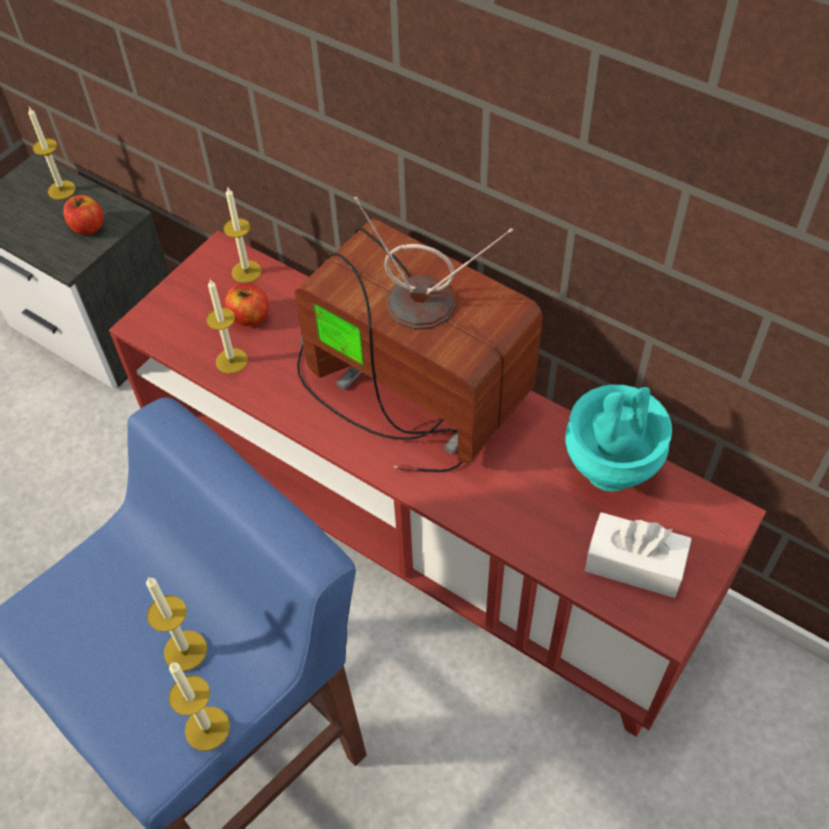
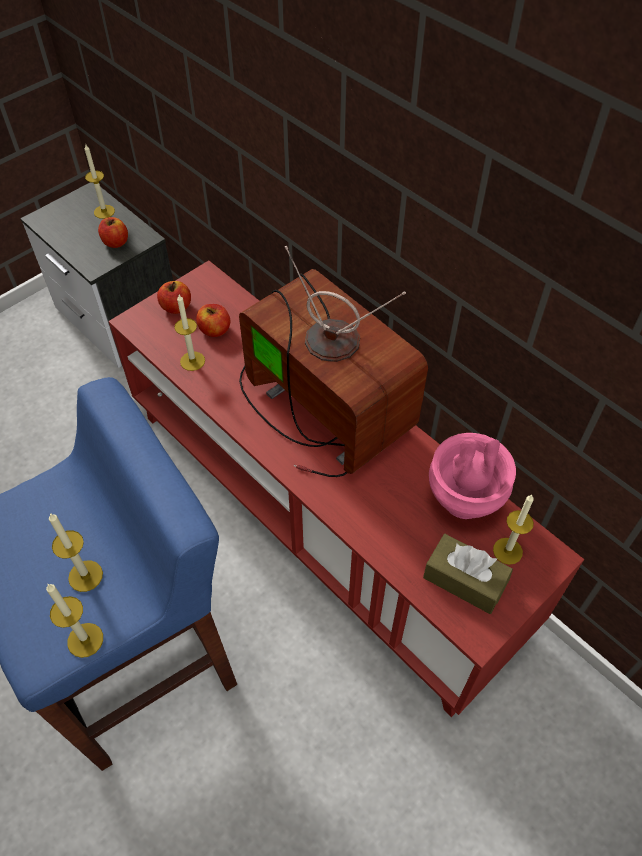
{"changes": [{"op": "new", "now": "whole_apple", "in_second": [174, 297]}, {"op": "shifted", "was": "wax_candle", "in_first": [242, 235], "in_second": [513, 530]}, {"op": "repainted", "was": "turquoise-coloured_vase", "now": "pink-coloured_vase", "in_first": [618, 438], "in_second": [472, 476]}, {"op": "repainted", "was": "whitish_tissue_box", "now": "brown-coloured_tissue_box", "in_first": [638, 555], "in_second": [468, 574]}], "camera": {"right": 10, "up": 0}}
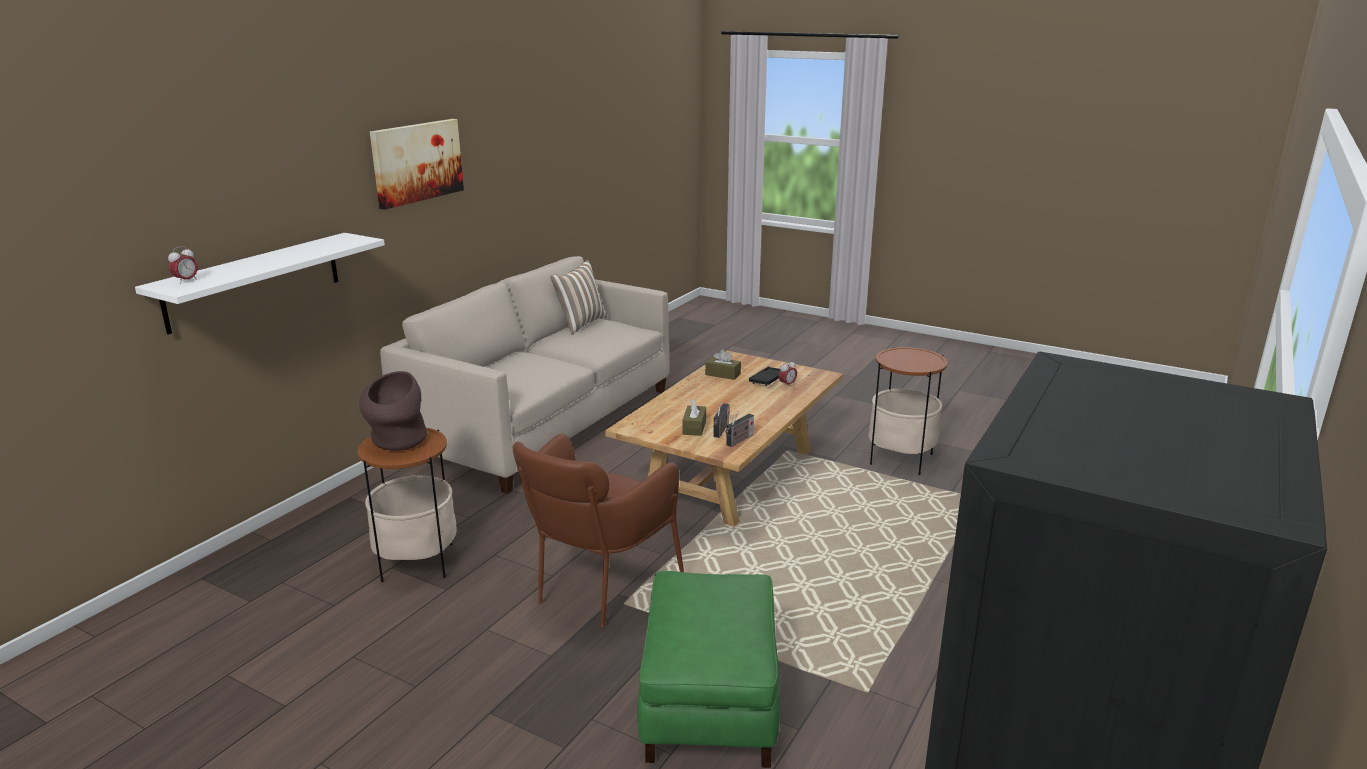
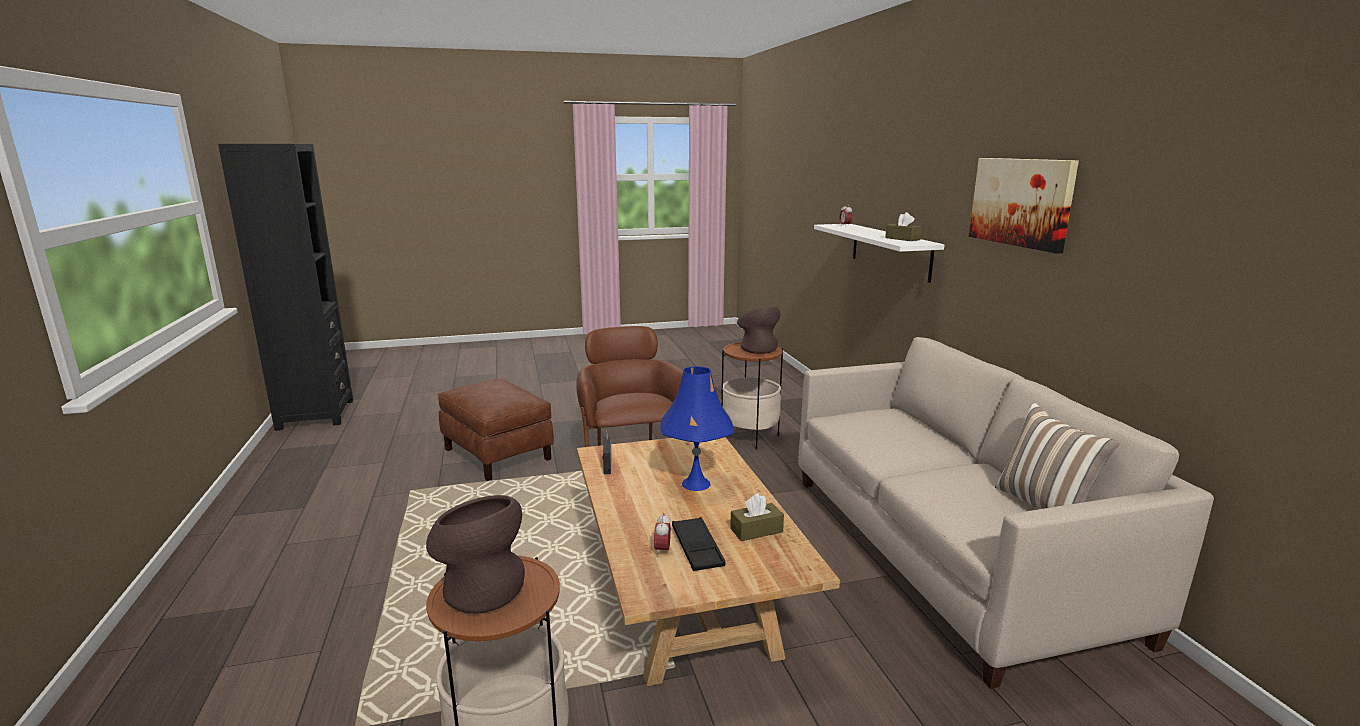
{"changes": [{"op": "gone", "was": "radio", "in_first": [721, 420]}, {"op": "new", "now": "brown-coloured_vase", "in_second": [475, 554]}, {"op": "new", "now": "blue_table_lamp", "in_second": [697, 428]}, {"op": "shifted", "was": "brown-coloured_tissue_box", "in_first": [694, 417], "in_second": [903, 226]}, {"op": "repainted", "was": "green_pouffe", "now": "brown-coloured_pouffe", "in_first": [708, 669], "in_second": [496, 429]}], "camera": {"right": 135, "up": -5}}
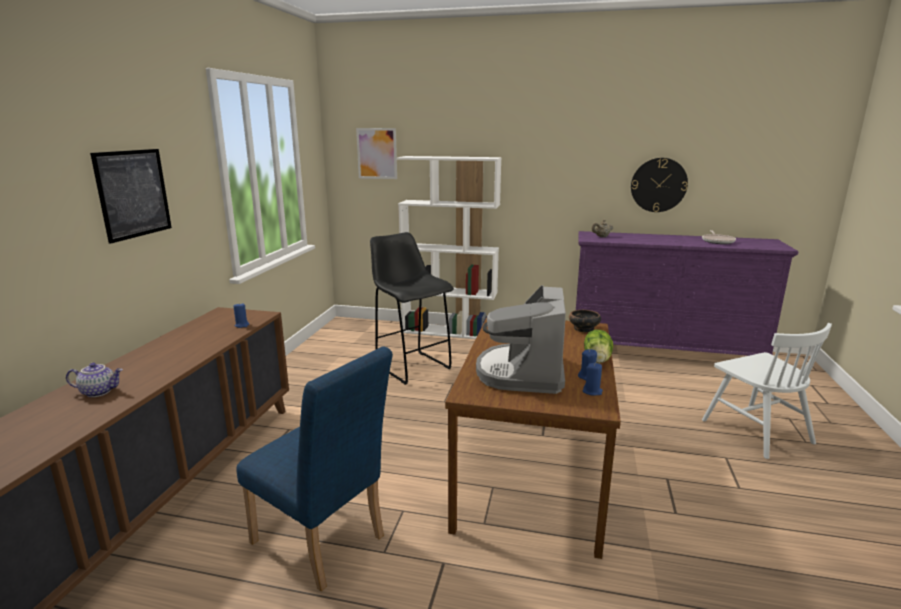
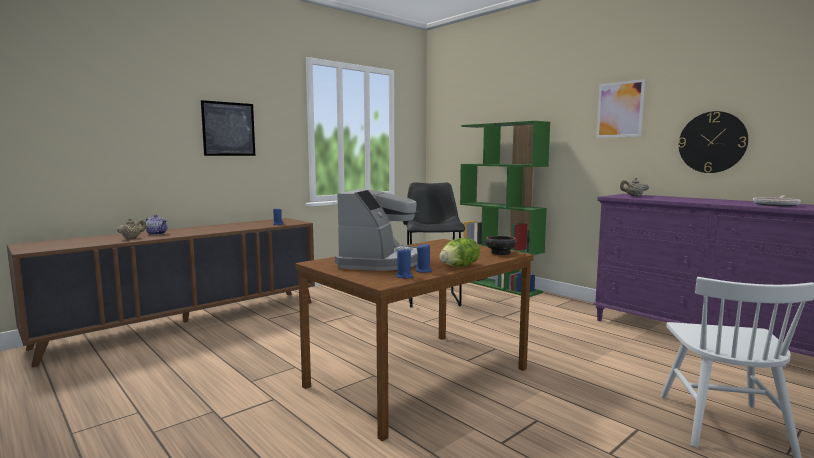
{"changes": [{"op": "gone", "was": "blue_upright_chair", "in_first": [314, 468]}, {"op": "new", "now": "beige-coloured_tea_pot", "in_second": [131, 228]}, {"op": "shifted", "was": "wall_picture", "in_first": [376, 153], "in_second": [620, 108]}, {"op": "repainted", "was": "whitish_shelving_unit", "now": "green_shelving_unit", "in_first": [449, 247], "in_second": [505, 209]}, {"op": "rotated", "was": "coffee_brewer", "in_first": [521, 339], "in_second": [377, 229], "clockwise": 150}], "camera": {"right": 35, "up": -10}}
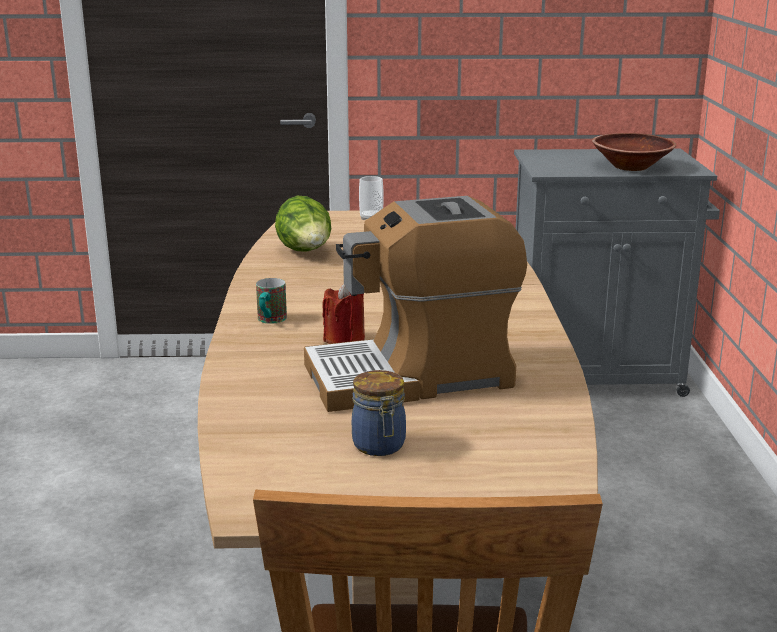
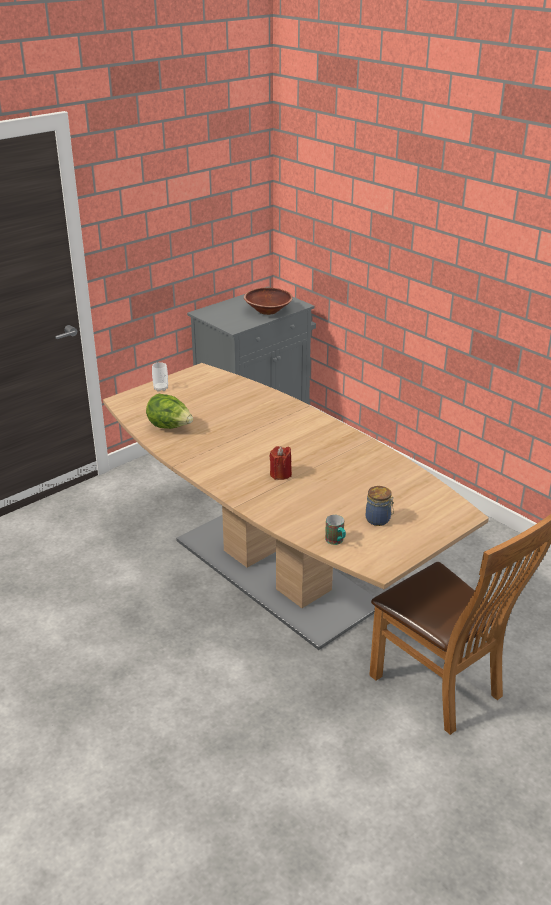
{"changes": [{"op": "gone", "was": "coffee_brewer", "in_first": [415, 304]}, {"op": "shifted", "was": "coffee_mug", "in_first": [271, 301], "in_second": [335, 530]}], "camera": {"right": -40, "up": 10}}
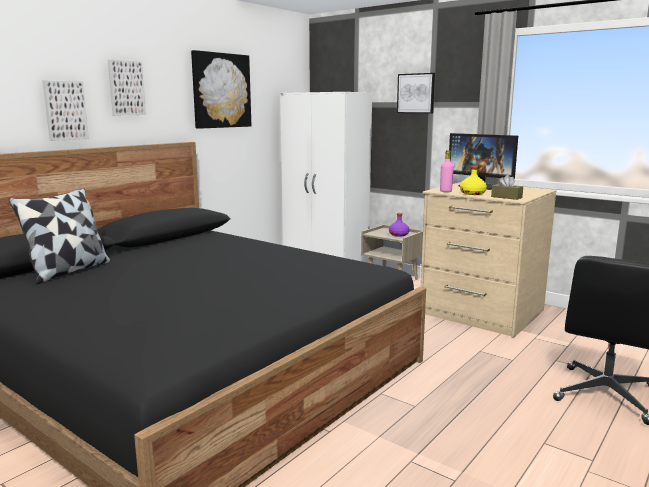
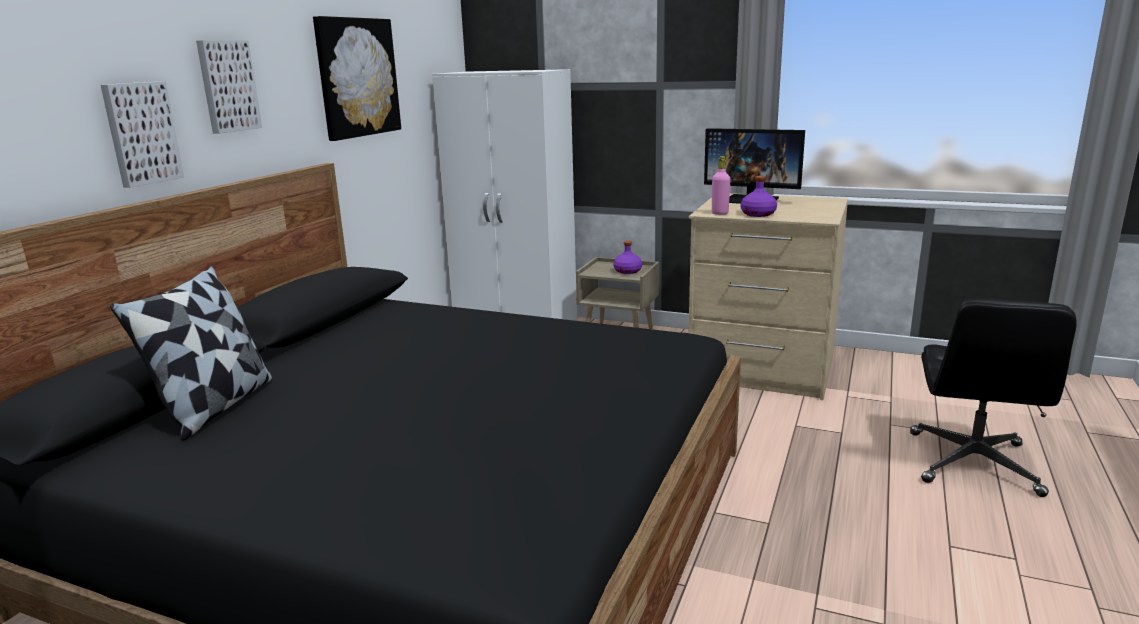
{"changes": [{"op": "gone", "was": "wall_picture", "in_first": [416, 93]}, {"op": "gone", "was": "brown-coloured_tissue_box", "in_first": [507, 187]}, {"op": "repainted", "was": "yellowish_drink_bottle", "now": "purple_drink_bottle", "in_first": [473, 180], "in_second": [759, 196]}], "camera": {"right": -15, "up": 5}}
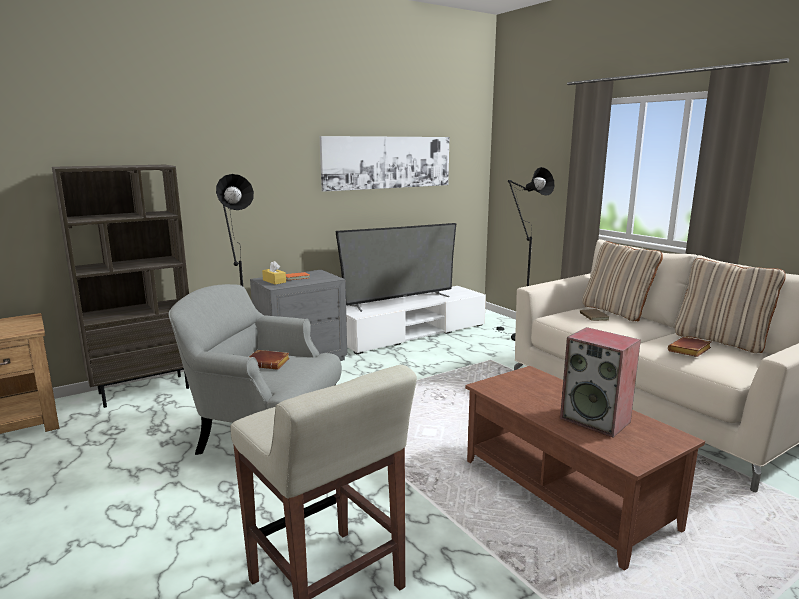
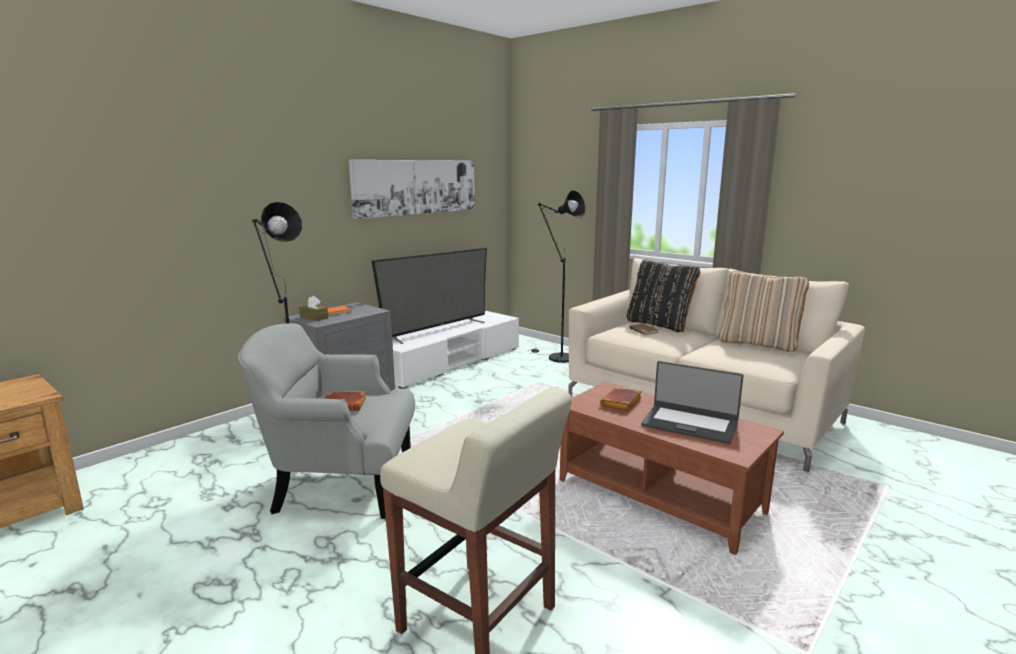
{"changes": [{"op": "gone", "was": "brown-coloured_shelving_unit", "in_first": [120, 286]}, {"op": "shifted", "was": "brown-coloured_volume", "in_first": [690, 347], "in_second": [621, 399]}, {"op": "swapped", "was": "loudspeaker", "now": "notebook_computer", "in_first": [600, 382], "in_second": [692, 402]}, {"op": "repainted", "was": "yellowish_tissue_box", "now": "brown-coloured_tissue_box", "in_first": [274, 273], "in_second": [313, 308]}, {"op": "repainted", "was": "beige-coloured_pillow", "now": "black-coloured_pillow", "in_first": [622, 281], "in_second": [663, 295]}], "camera": {"right": -15, "up": 0}}
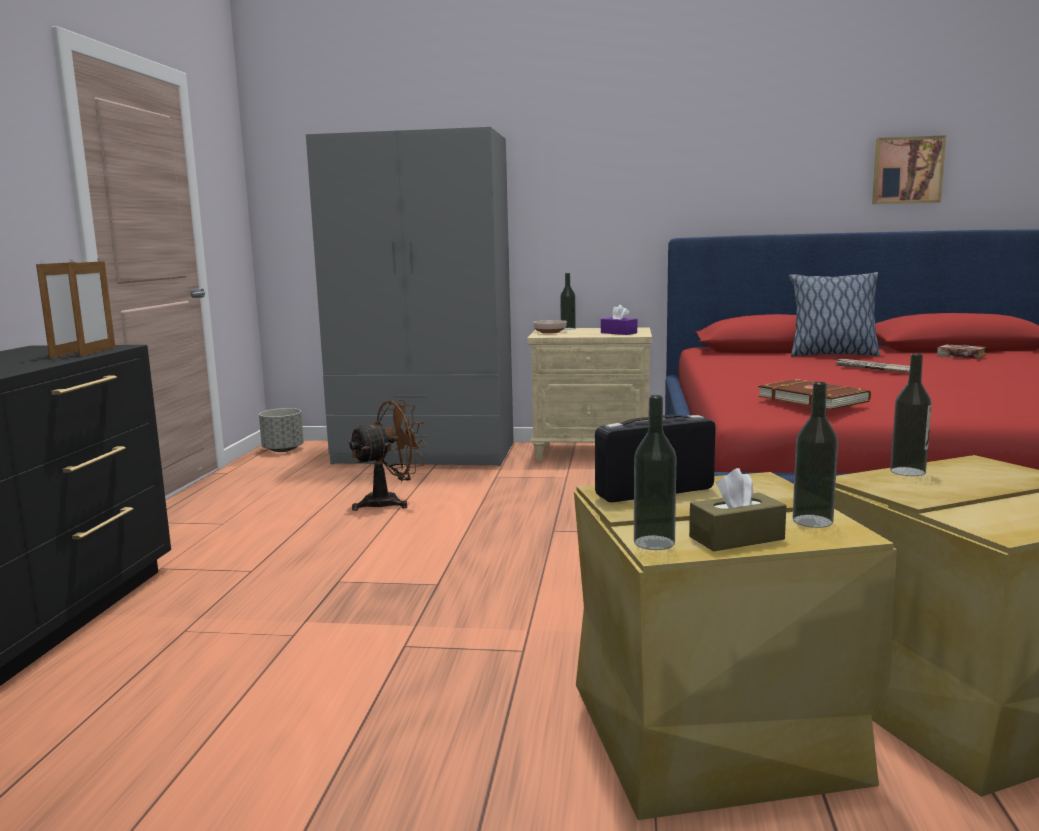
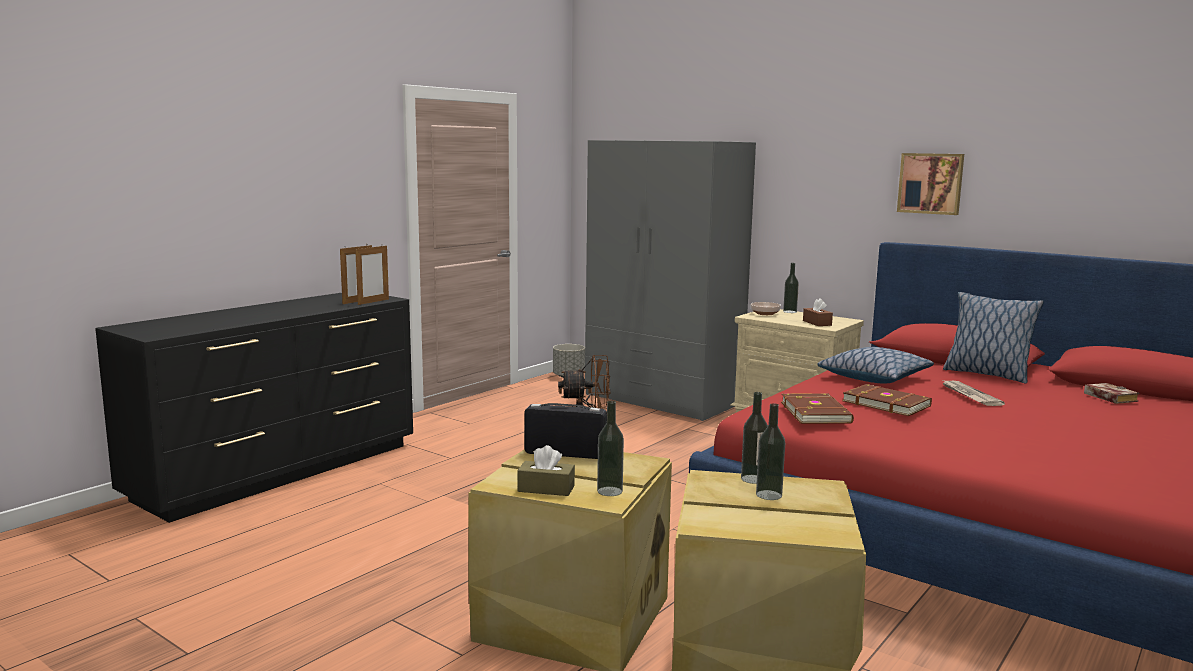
{"changes": [{"op": "new", "now": "pillow", "in_second": [875, 365]}, {"op": "new", "now": "brown-coloured_volume", "in_second": [887, 400]}, {"op": "shifted", "was": "drink_bottle", "in_first": [655, 472], "in_second": [770, 451]}, {"op": "shifted", "was": "wall_picture", "in_first": [909, 169], "in_second": [930, 184]}, {"op": "repainted", "was": "purple_tissue_box", "now": "brown-coloured_tissue_box", "in_first": [619, 320], "in_second": [818, 312]}], "camera": {"right": 30, "up": 0}}
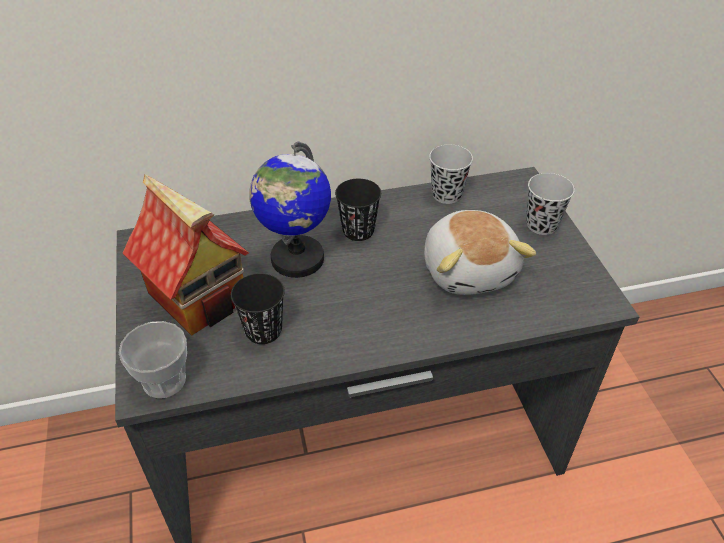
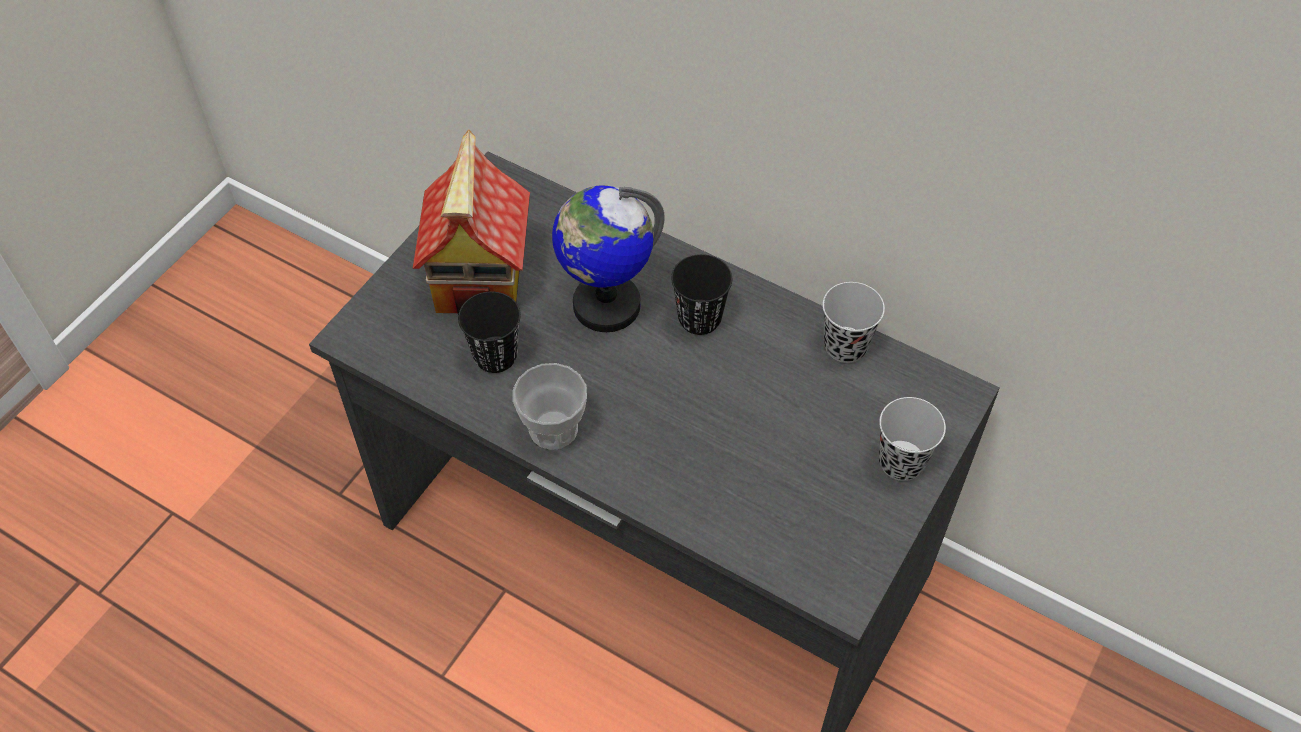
{"changes": [{"op": "gone", "was": "cuddly_toy", "in_first": [480, 252]}, {"op": "shifted", "was": "drinking_cup", "in_first": [152, 359], "in_second": [550, 406]}], "camera": {"right": 45, "up": 10}}
